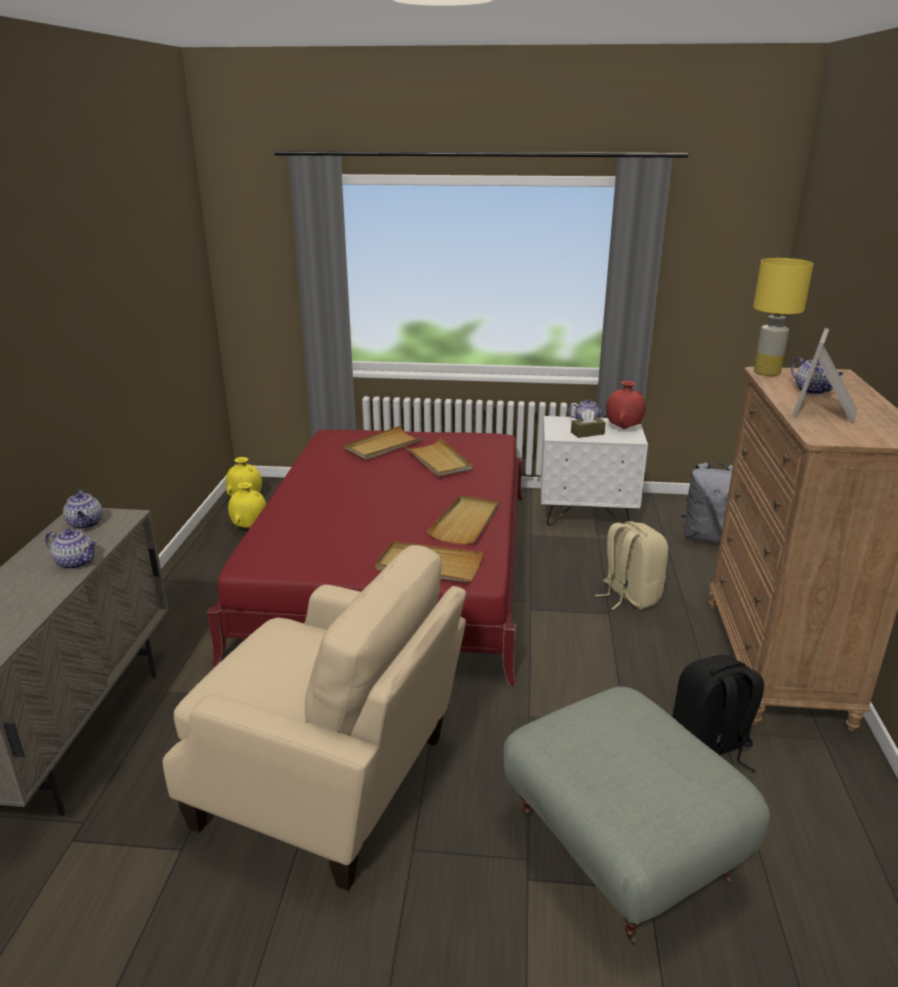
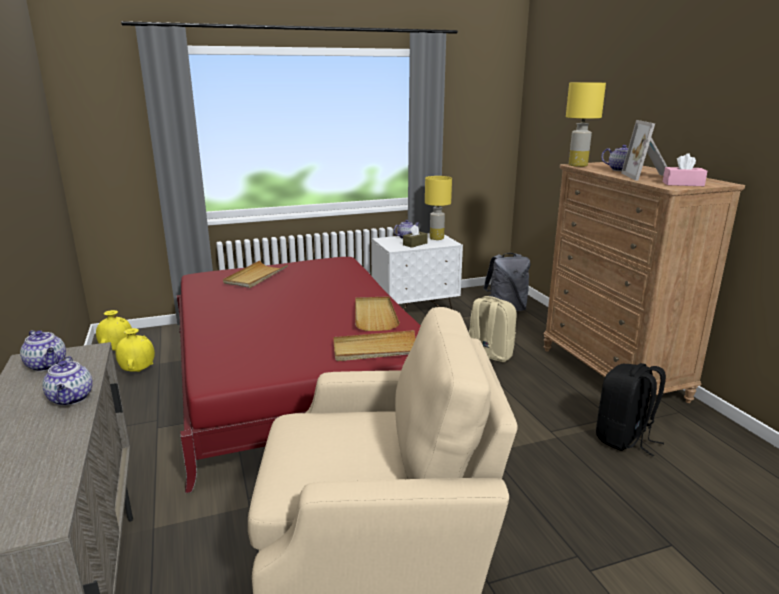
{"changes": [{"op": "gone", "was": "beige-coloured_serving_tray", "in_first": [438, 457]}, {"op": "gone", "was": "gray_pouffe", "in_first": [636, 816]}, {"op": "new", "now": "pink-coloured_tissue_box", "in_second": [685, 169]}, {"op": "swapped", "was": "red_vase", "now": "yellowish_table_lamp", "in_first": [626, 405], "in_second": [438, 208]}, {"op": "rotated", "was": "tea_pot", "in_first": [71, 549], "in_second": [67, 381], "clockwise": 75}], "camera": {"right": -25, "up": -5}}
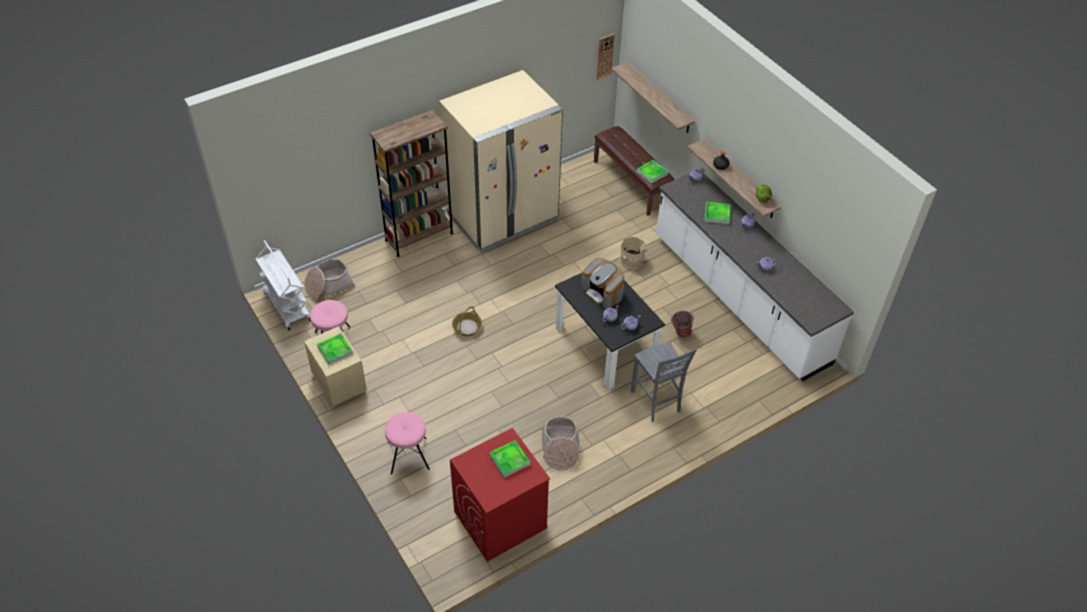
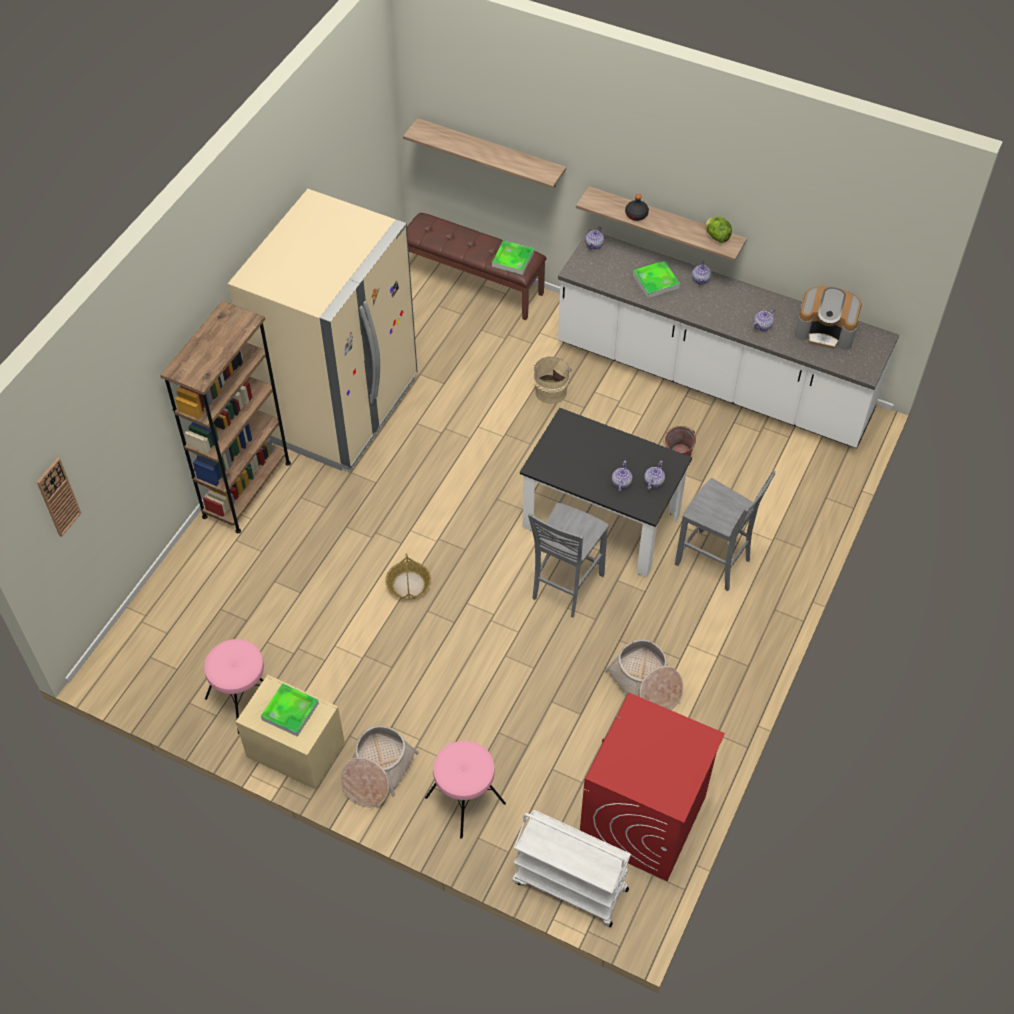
{"changes": [{"op": "gone", "was": "serving_tray", "in_first": [509, 459]}, {"op": "new", "now": "gray_upright_chair", "in_second": [568, 560]}, {"op": "shifted", "was": "whitish_cart", "in_first": [283, 285], "in_second": [571, 868]}, {"op": "shifted", "was": "household_basket", "in_first": [330, 279], "in_second": [380, 767]}, {"op": "shifted", "was": "coffee_brewer", "in_first": [602, 283], "in_second": [828, 318]}, {"op": "shifted", "was": "wall_clock", "in_first": [605, 57], "in_second": [59, 497]}], "camera": {"right": -30, "up": 5}}
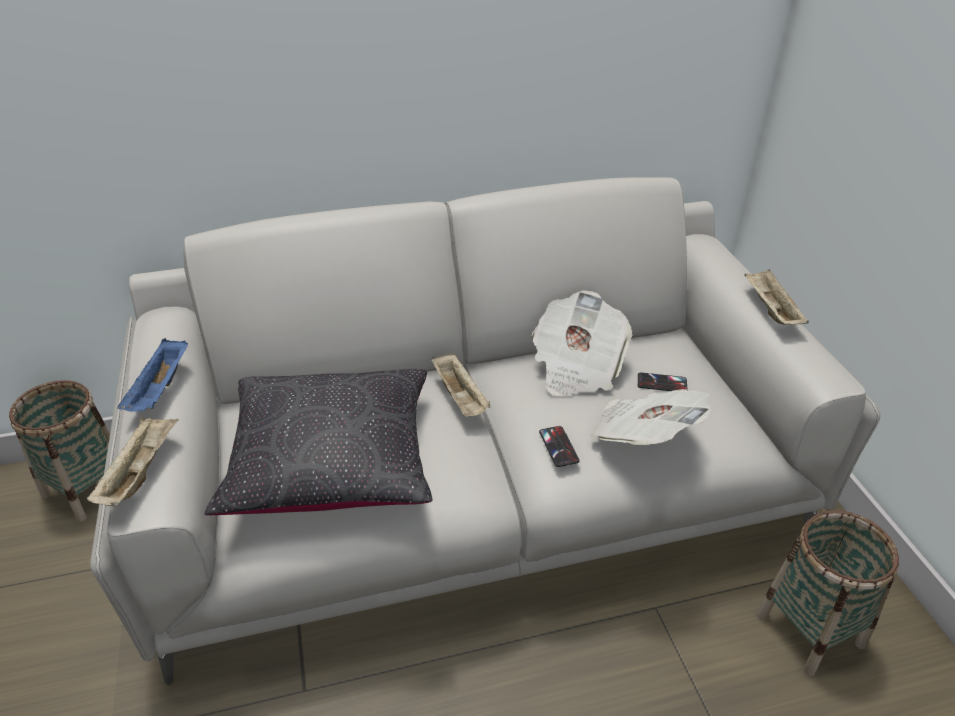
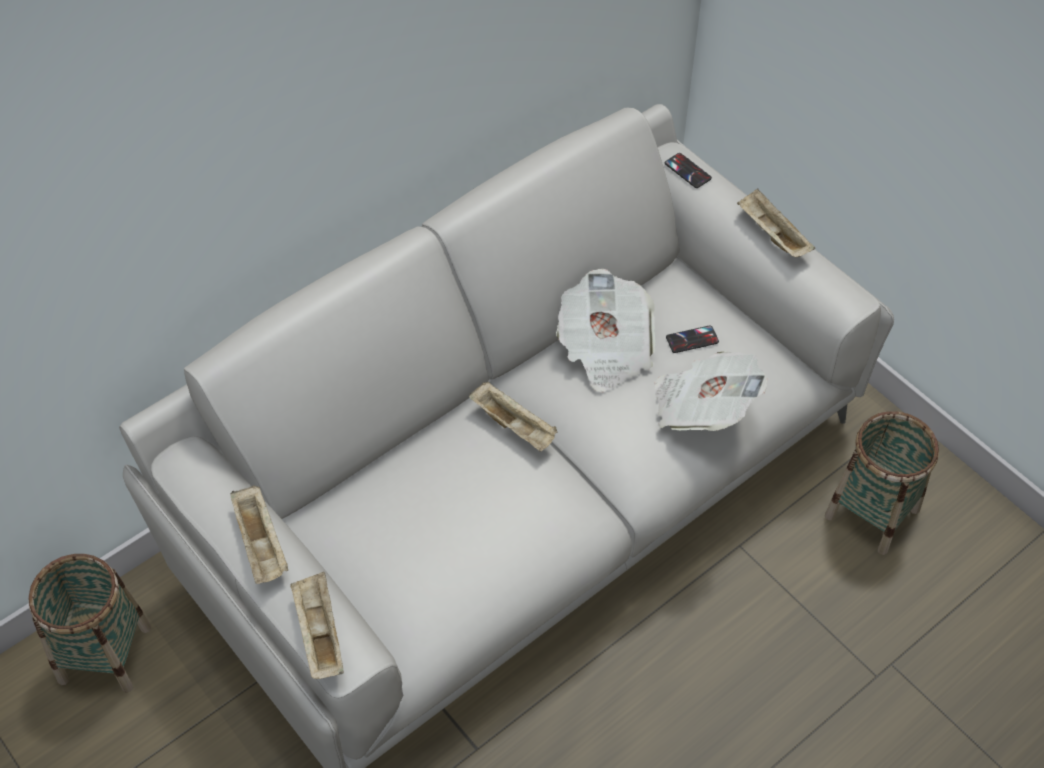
{"changes": [{"op": "gone", "was": "black-coloured_pillow", "in_first": [318, 442]}, {"op": "shifted", "was": "telephone", "in_first": [559, 446], "in_second": [688, 170]}, {"op": "repainted", "was": "blue_serving_tray", "now": "beige-coloured_serving_tray", "in_first": [153, 375], "in_second": [259, 534]}], "camera": {"right": -25, "up": 15}}
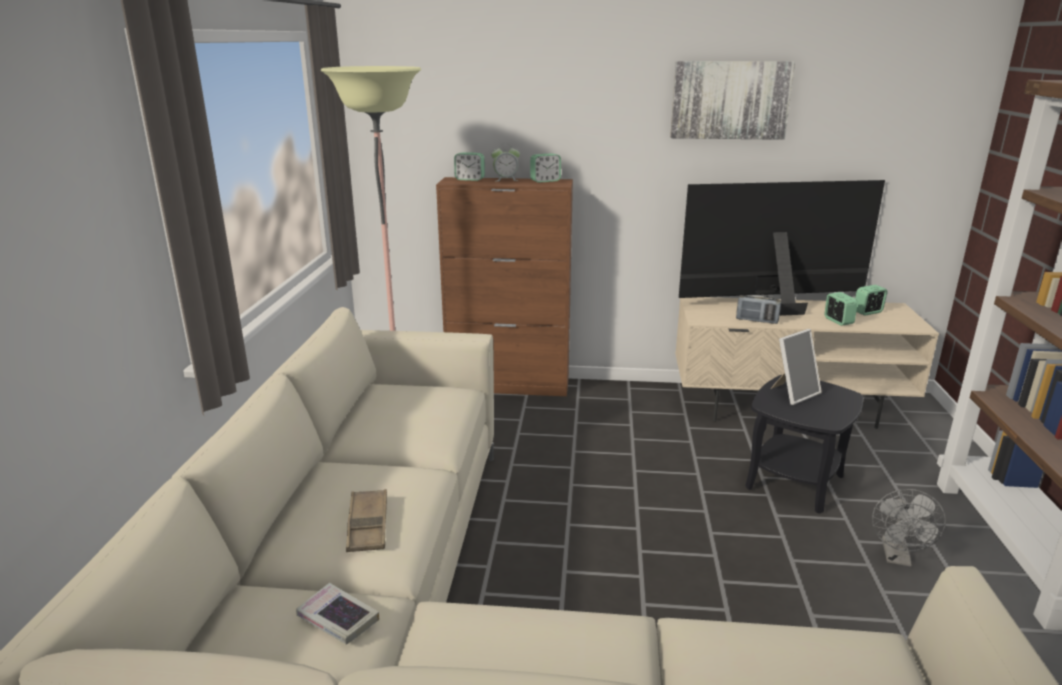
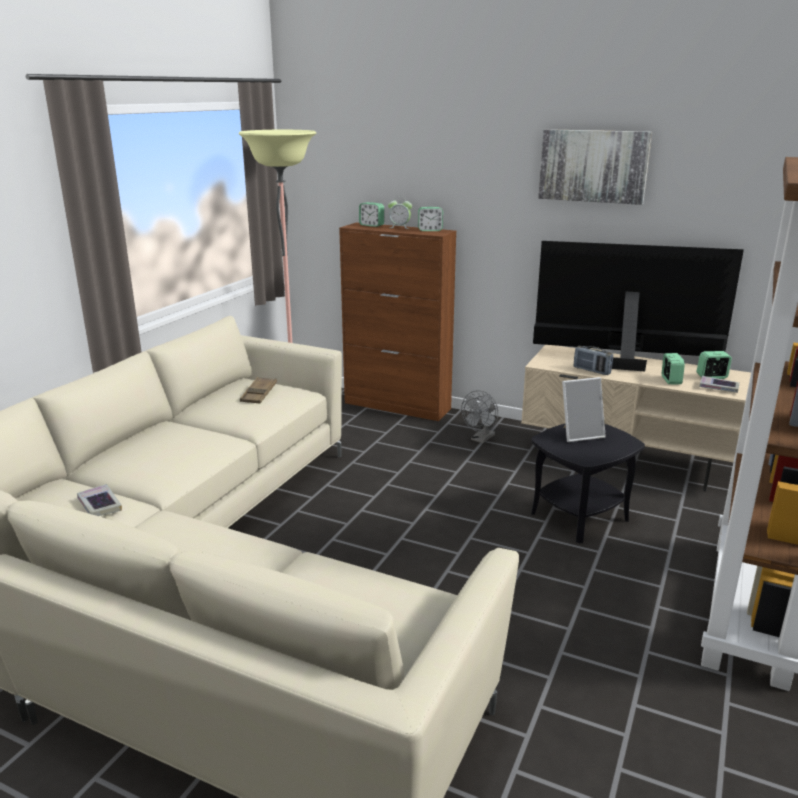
{"changes": [{"op": "new", "now": "volume", "in_second": [719, 384]}, {"op": "shifted", "was": "brown-coloured_serving_tray", "in_first": [366, 520], "in_second": [258, 390]}, {"op": "shifted", "was": "gray_electric_fan", "in_first": [909, 527], "in_second": [479, 416]}], "camera": {"right": 20, "up": 0}}
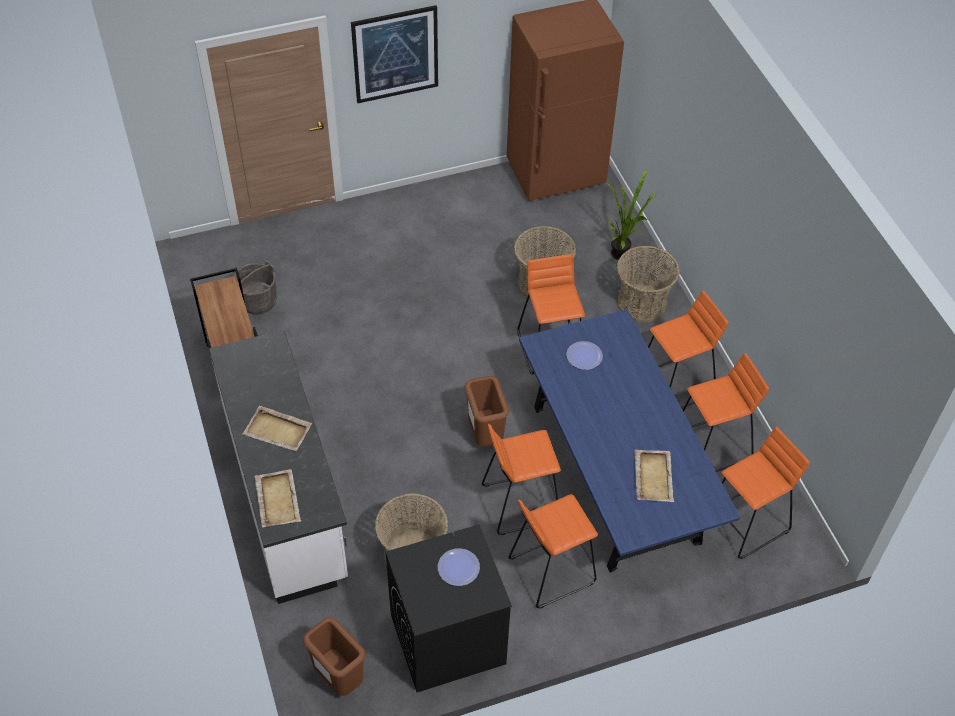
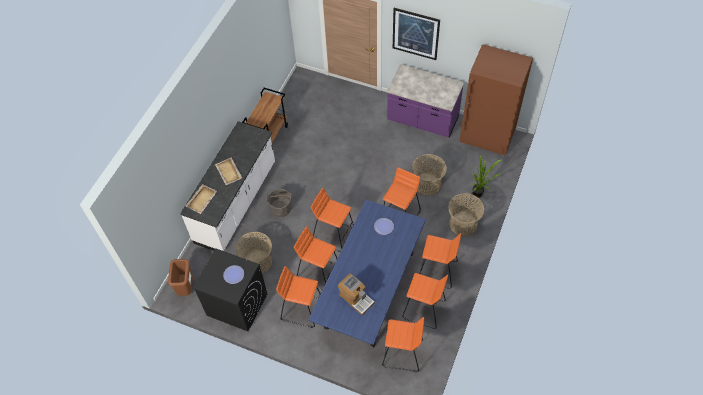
{"changes": [{"op": "new", "now": "purple_kitchen_counter", "in_second": [425, 101]}, {"op": "shifted", "was": "gray_bucket", "in_first": [255, 288], "in_second": [279, 203]}, {"op": "swapped", "was": "brown-coloured_waste_bin", "now": "orange-coloured_stool_seat", "in_first": [487, 411], "in_second": [332, 220]}, {"op": "swapped", "was": "beige-coloured_serving_tray", "now": "coffee_brewer", "in_first": [654, 475], "in_second": [356, 294]}], "camera": {"right": 45, "up": 5}}
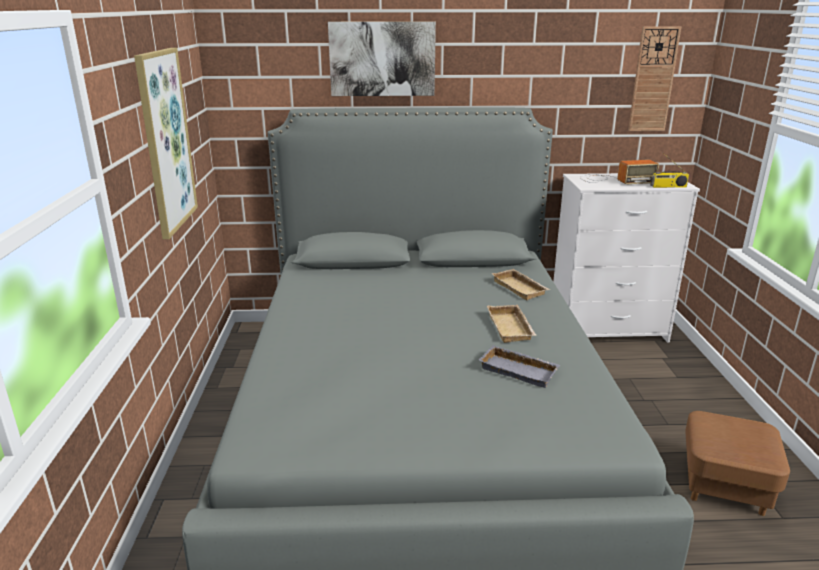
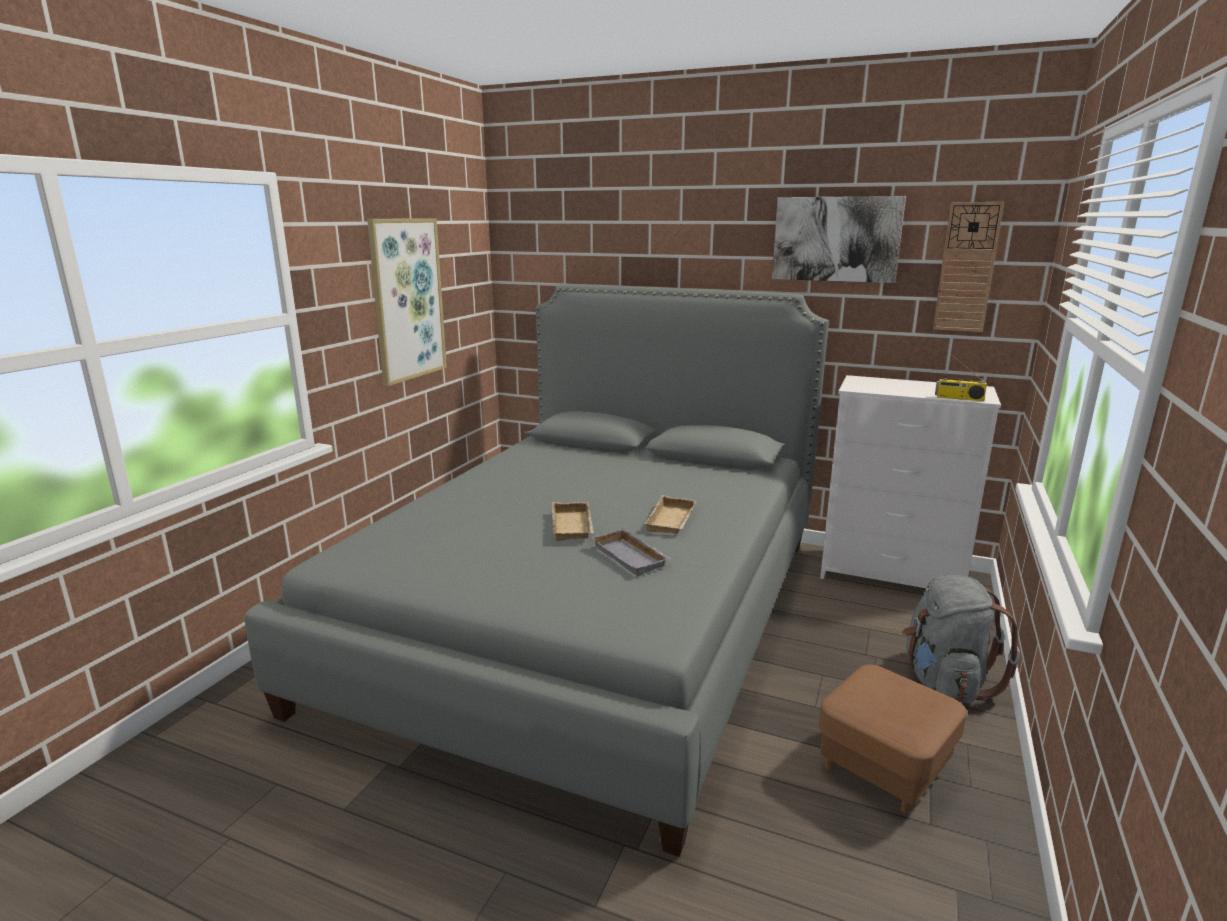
{"changes": [{"op": "gone", "was": "radio", "in_first": [619, 172]}, {"op": "new", "now": "gray_rucksack", "in_second": [961, 639]}, {"op": "shifted", "was": "wall_picture", "in_first": [382, 59], "in_second": [839, 239]}, {"op": "shifted", "was": "beige-coloured_serving_tray", "in_first": [520, 284], "in_second": [573, 521]}], "camera": {"right": 25, "up": -5}}
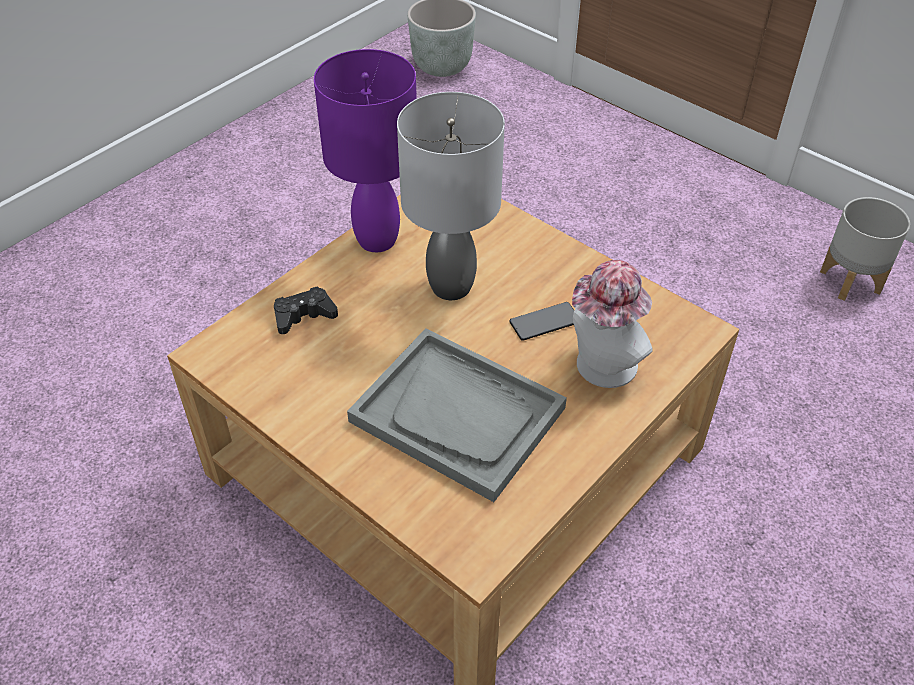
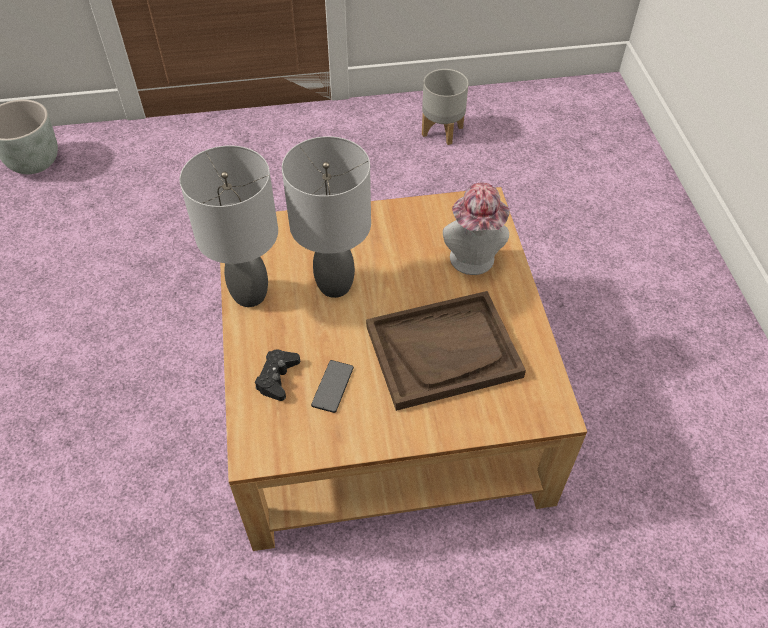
{"changes": [{"op": "shifted", "was": "telephone", "in_first": [541, 321], "in_second": [332, 386]}, {"op": "repainted", "was": "purple_table_lamp", "now": "gray_table_lamp", "in_first": [365, 150], "in_second": [228, 226]}, {"op": "repainted", "was": "gray_serving_tray", "now": "brown-coloured_serving_tray", "in_first": [457, 415], "in_second": [446, 351]}], "camera": {"right": -50, "up": 5}}
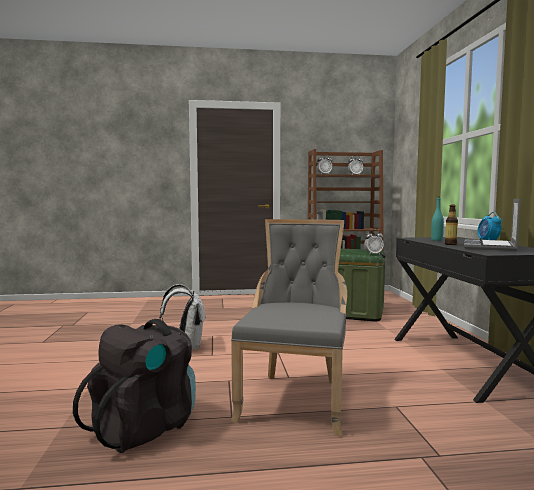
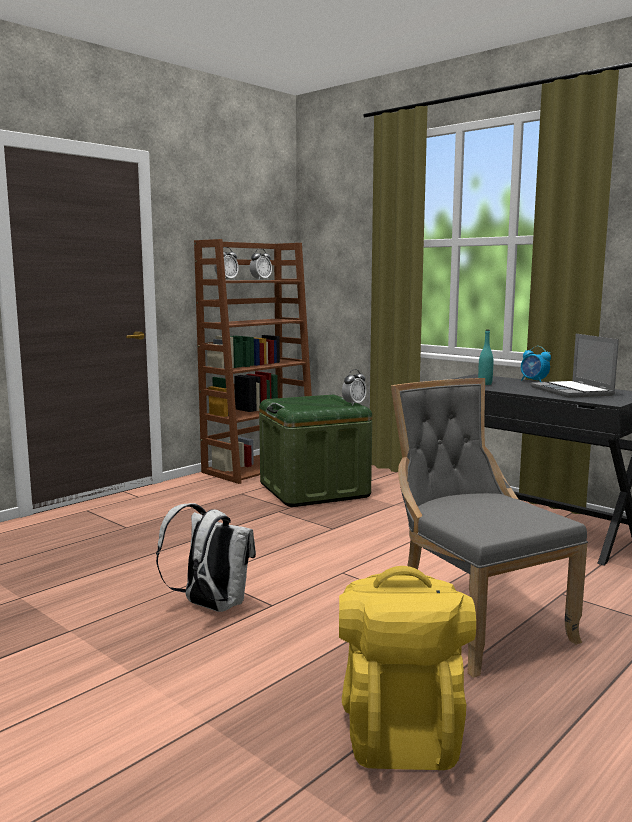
{"changes": [{"op": "gone", "was": "drink_bottle", "in_first": [451, 224]}, {"op": "repainted", "was": "black-coloured_rucksack", "now": "yellowish_rucksack", "in_first": [134, 386], "in_second": [407, 668]}], "camera": {"right": -40, "up": 5}}
